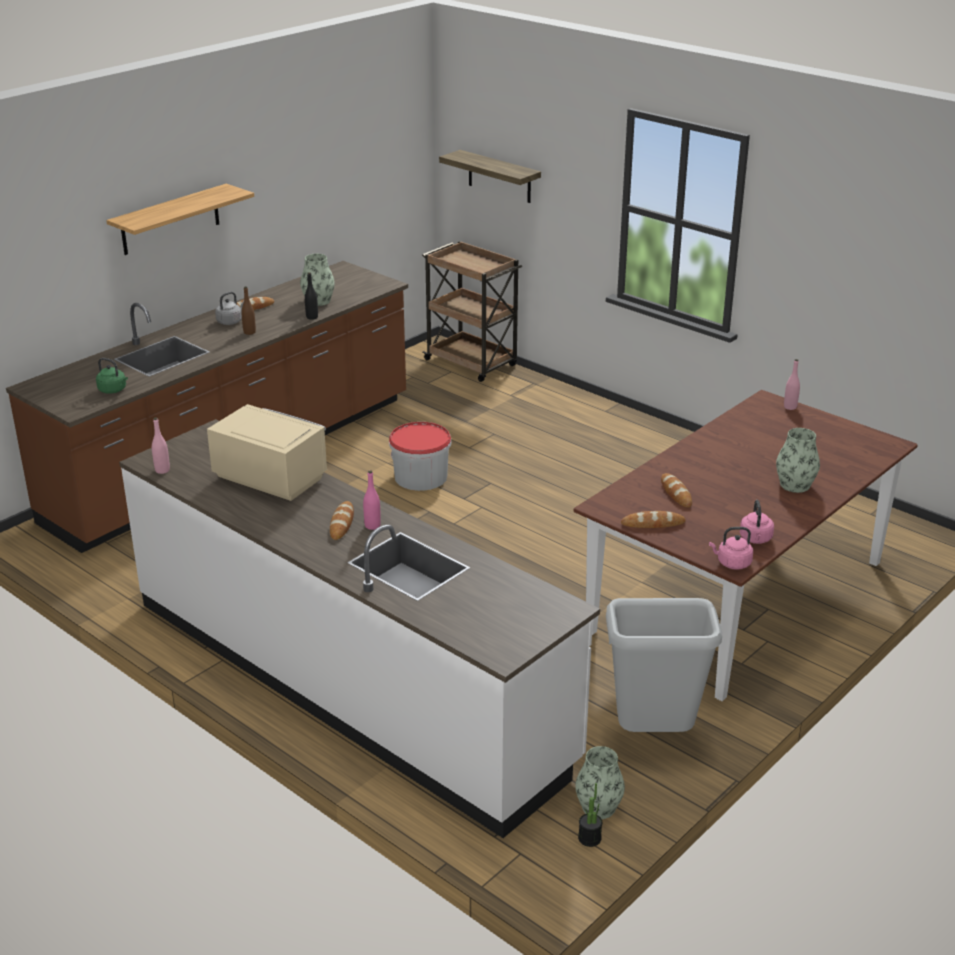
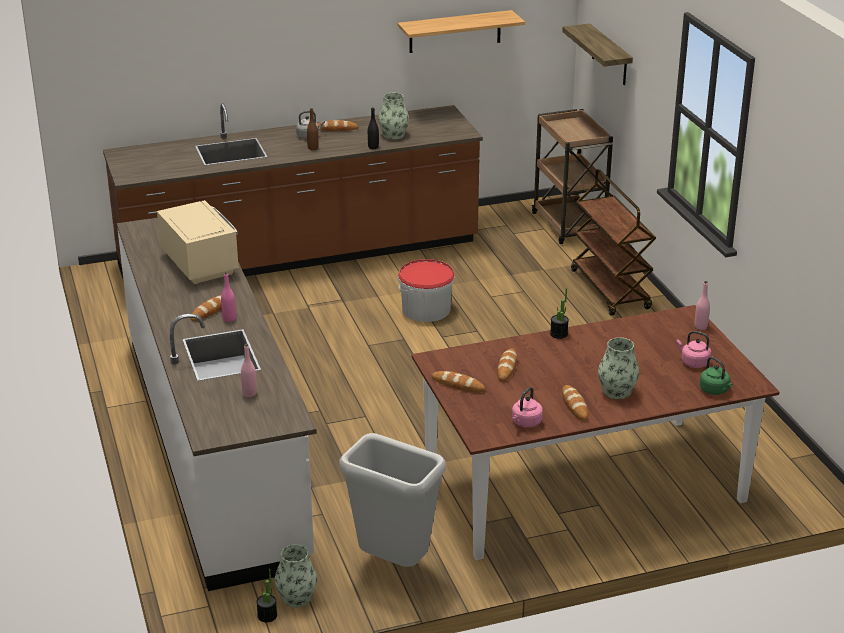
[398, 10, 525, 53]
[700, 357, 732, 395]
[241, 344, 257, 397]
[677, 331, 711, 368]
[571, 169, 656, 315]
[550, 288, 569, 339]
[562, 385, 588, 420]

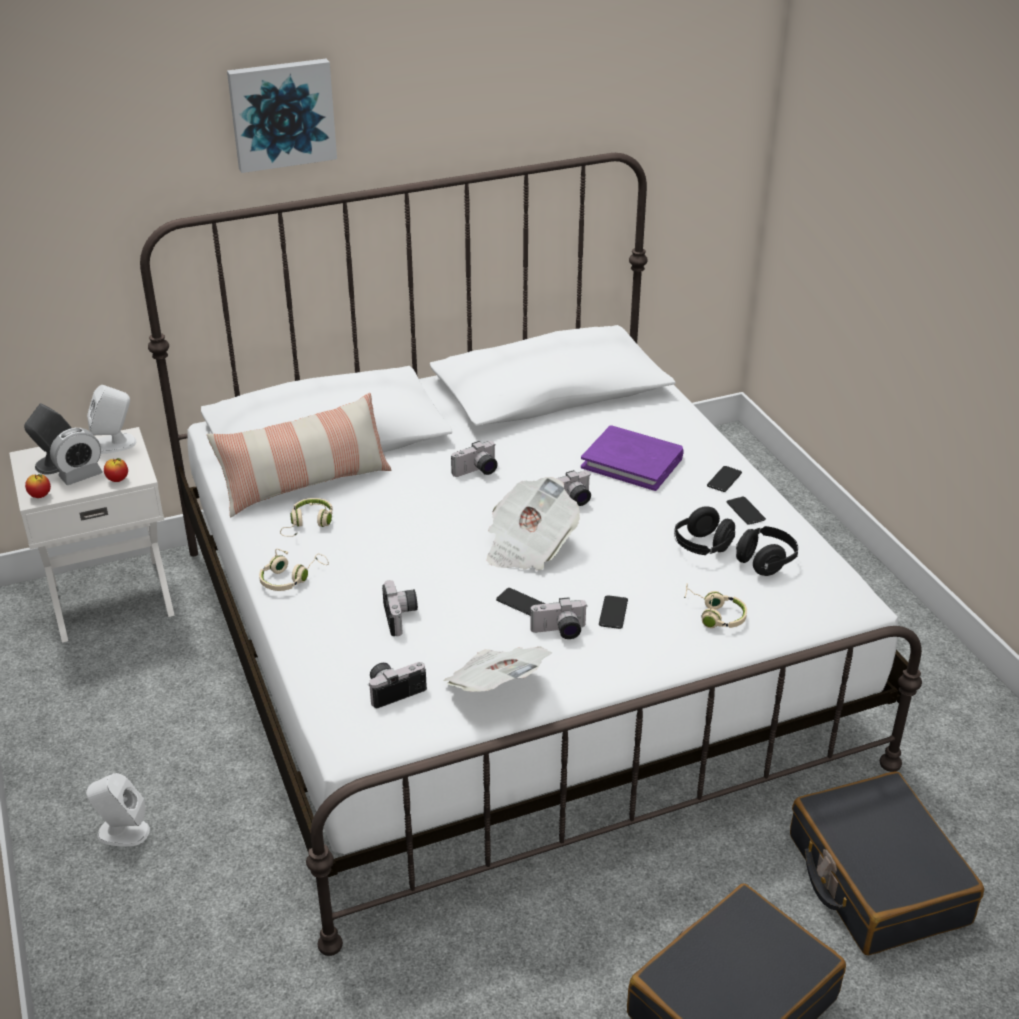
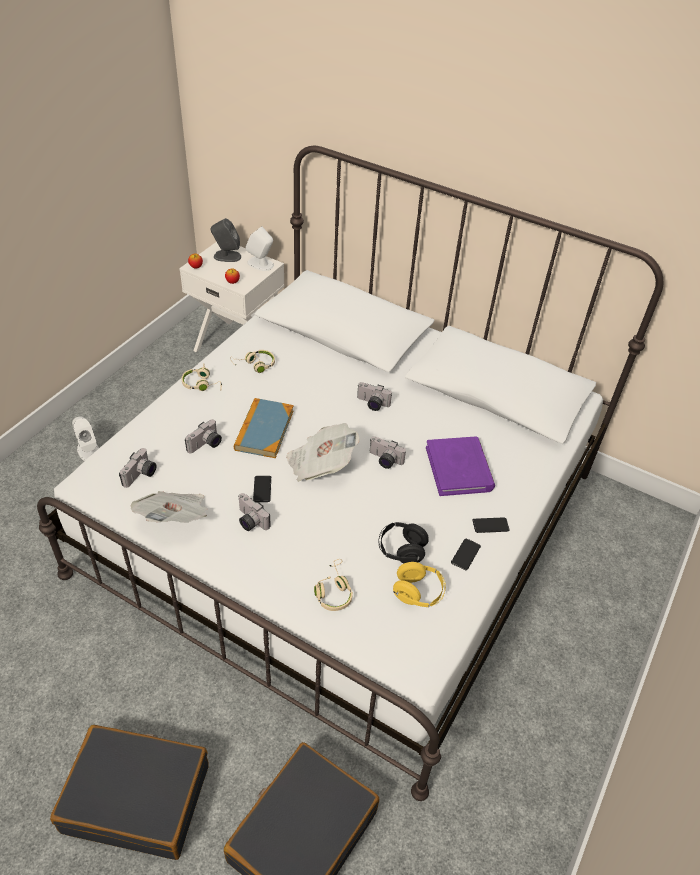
[227, 59, 337, 173] (first image)
[207, 393, 391, 517] (first image)
[50, 428, 103, 485] (first image)
[393, 562, 446, 607]
[599, 595, 628, 629] (first image)
[119, 448, 156, 488]
[234, 398, 294, 458]

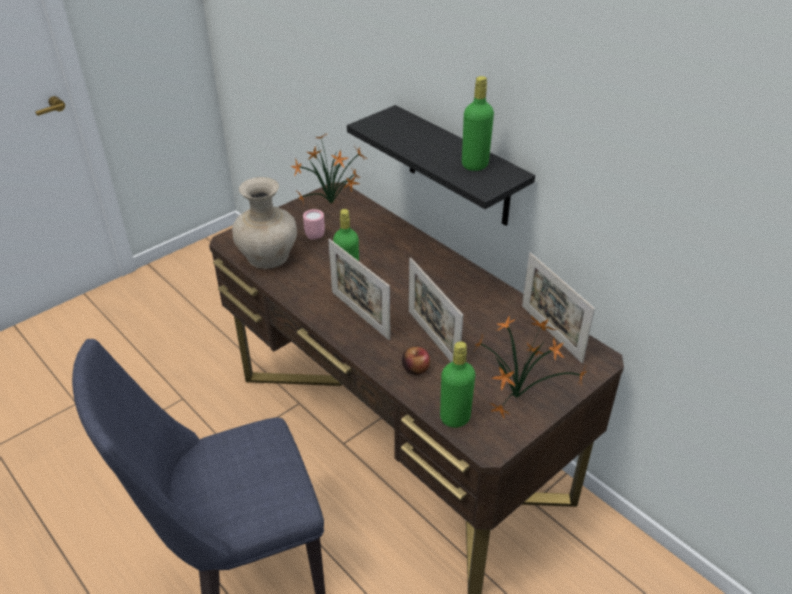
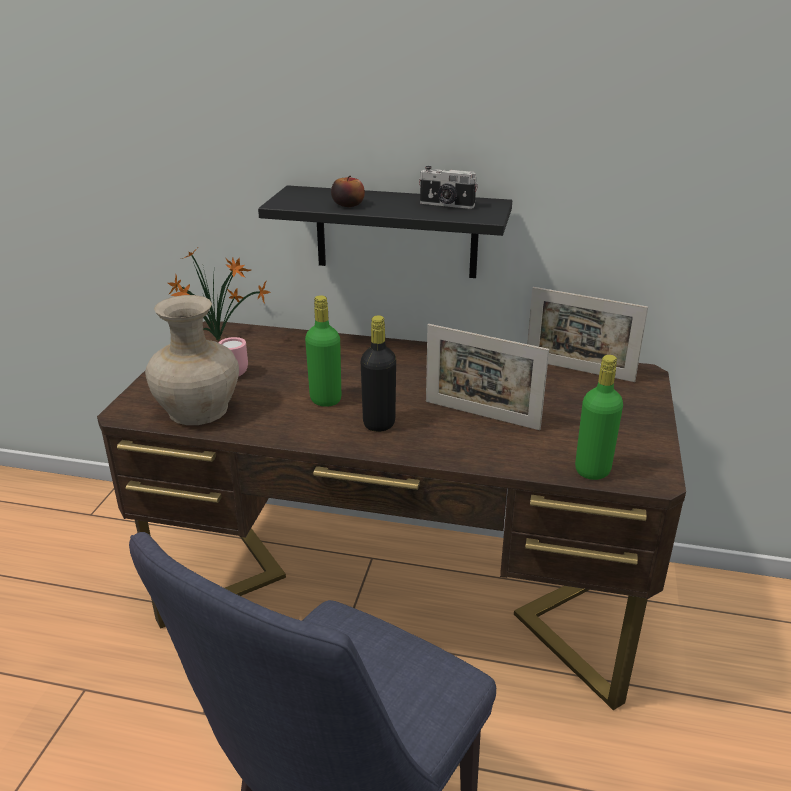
[419, 166, 478, 209]
[361, 315, 396, 432]
[472, 315, 587, 418] (first image)
[331, 176, 365, 207]

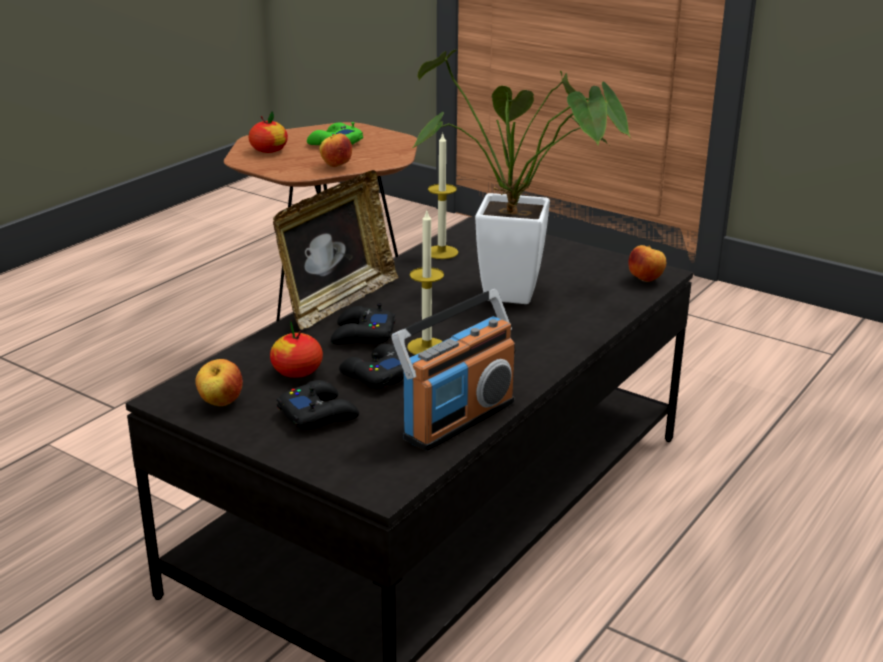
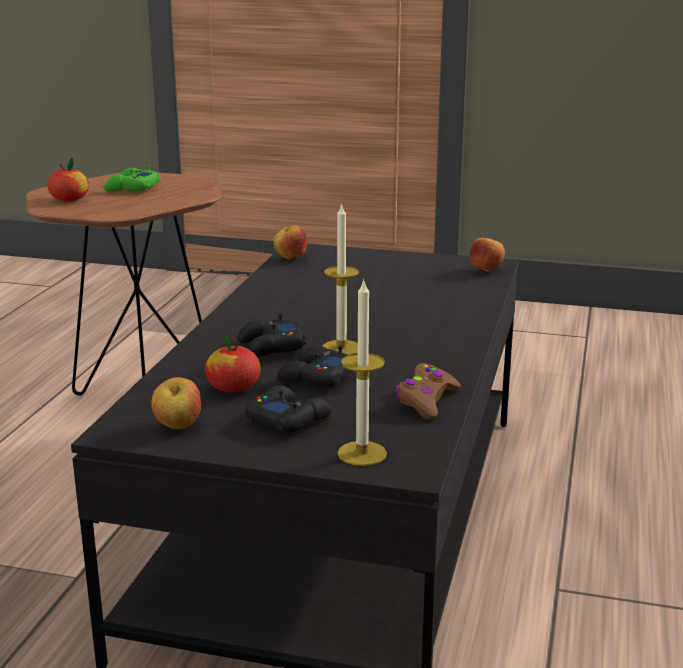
[411, 50, 631, 304] (first image)
[337, 278, 387, 466]
[274, 225, 307, 259]
[273, 170, 398, 330] (first image)
[396, 363, 461, 420]

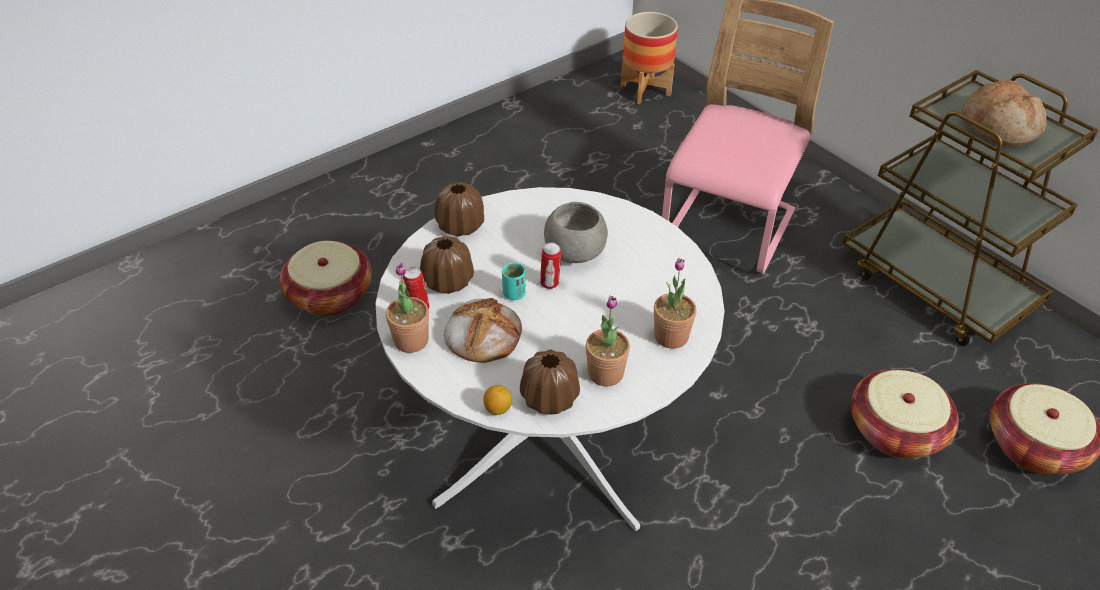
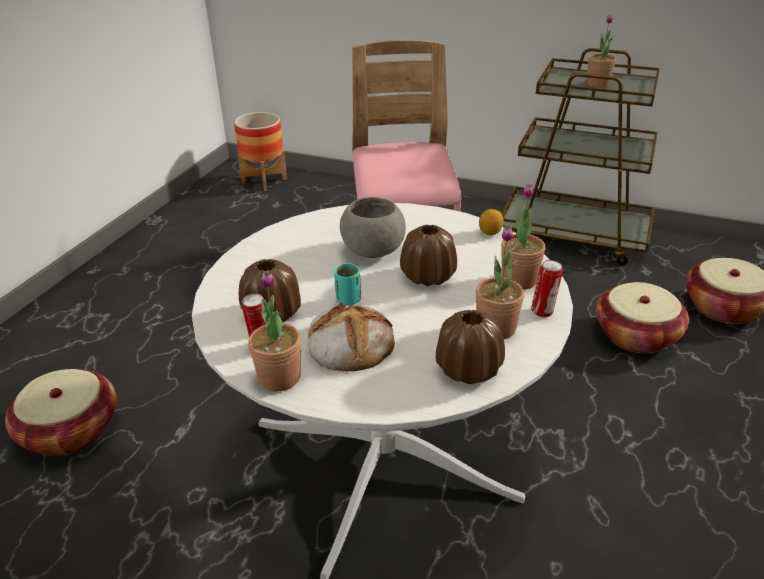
[587, 14, 616, 88]
[400, 225, 457, 287]
[531, 260, 563, 318]
[479, 209, 504, 235]

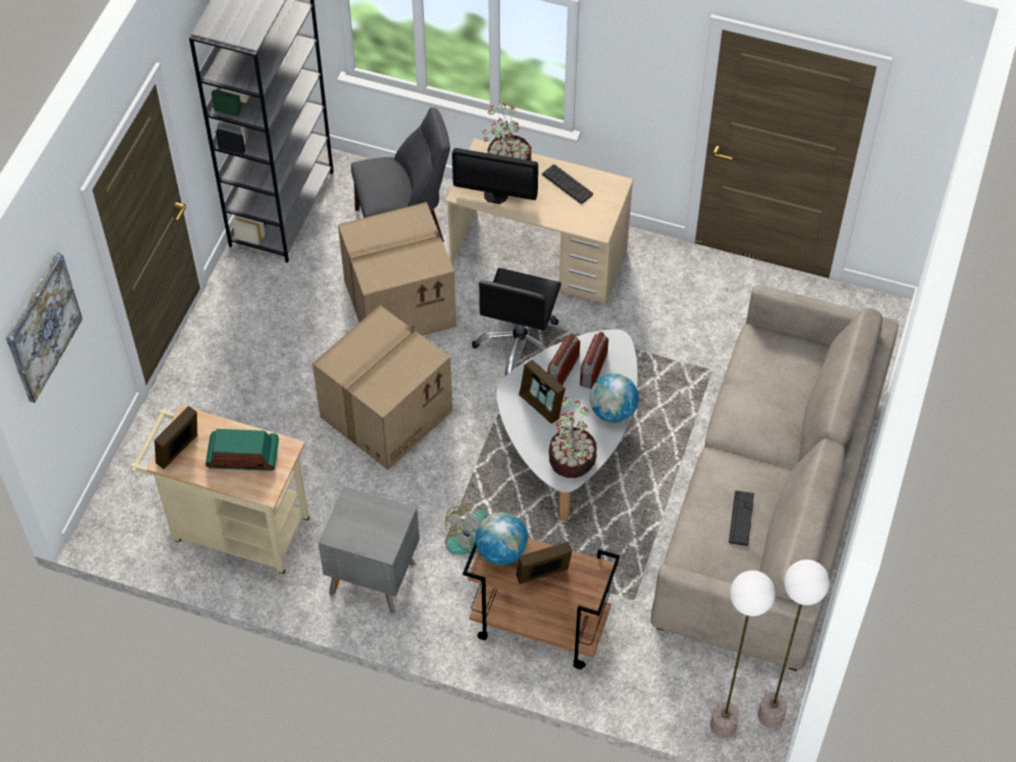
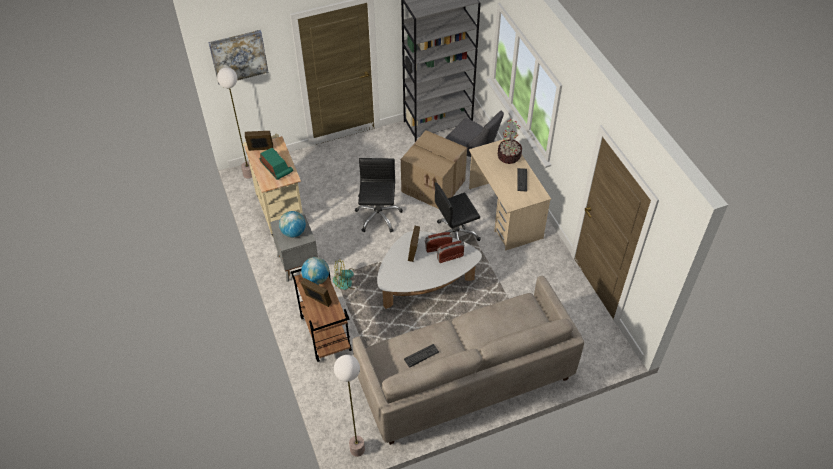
[452, 148, 538, 204] (first image)
[355, 158, 403, 232]
[279, 211, 306, 237]
[549, 397, 597, 478] (first image)
[217, 67, 252, 179]

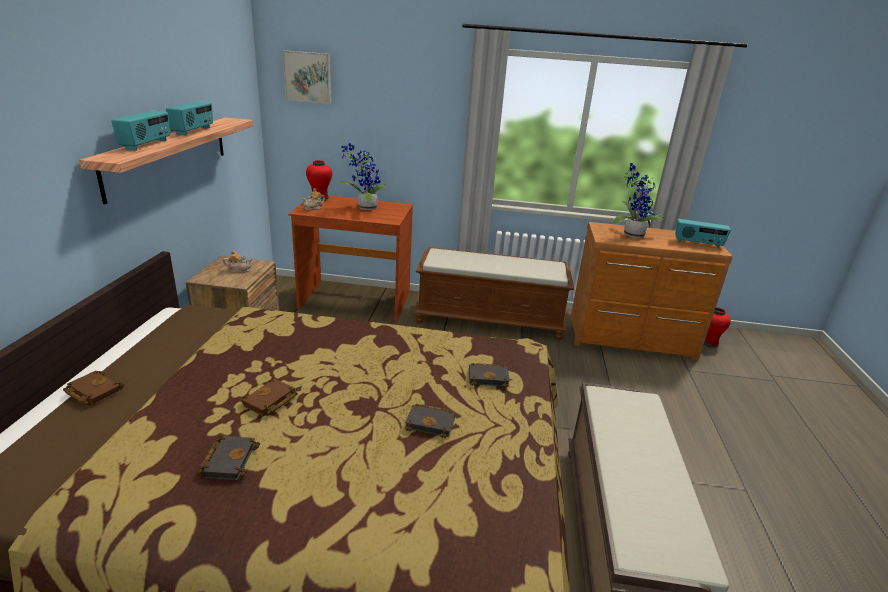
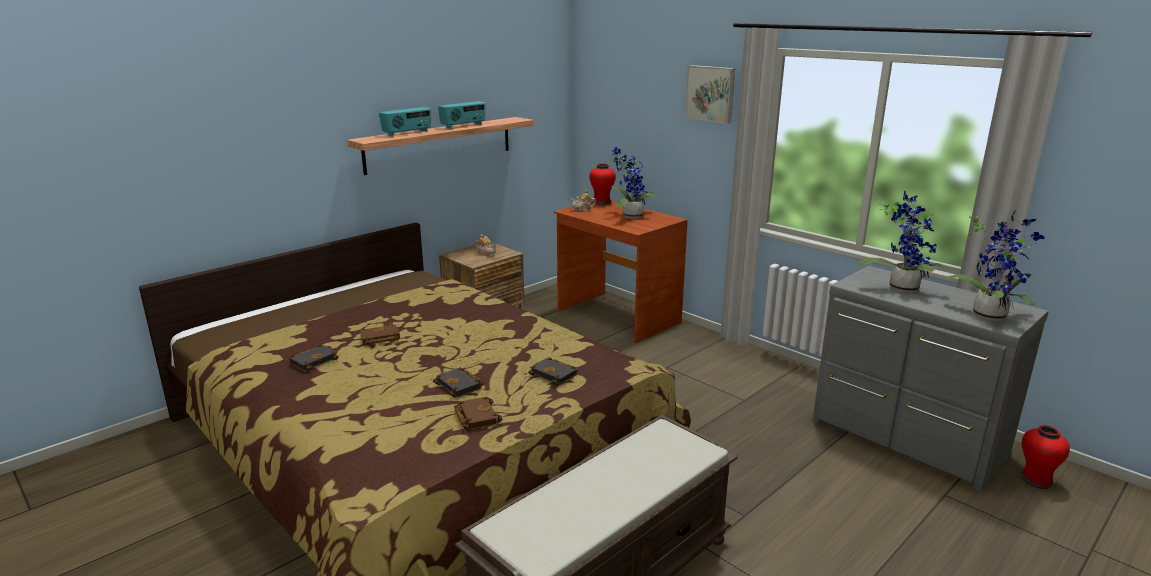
[685, 65, 735, 124]
[943, 211, 1045, 321]
[812, 266, 1049, 492]
[414, 247, 574, 340] (first image)
[454, 397, 503, 430]

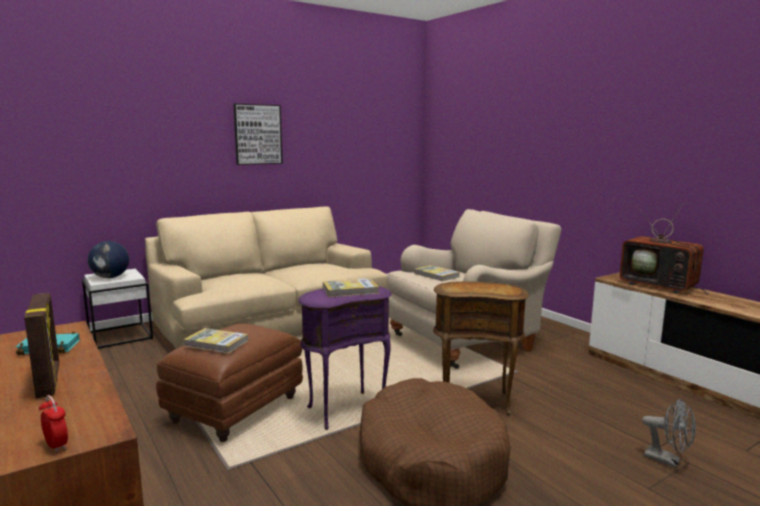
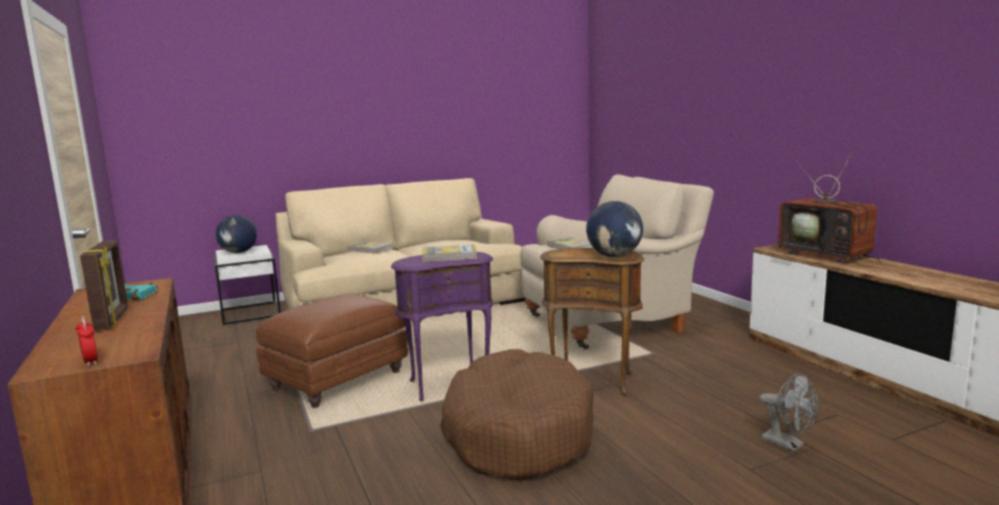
[234, 104, 283, 165] (first image)
[347, 241, 393, 254]
[586, 201, 643, 257]

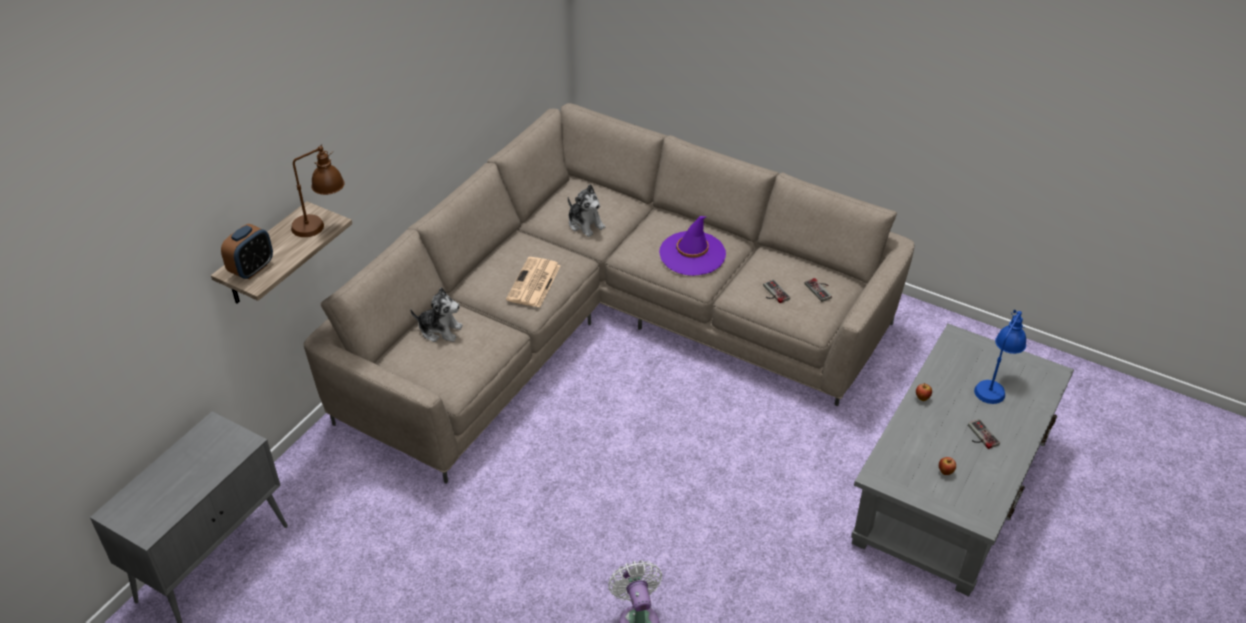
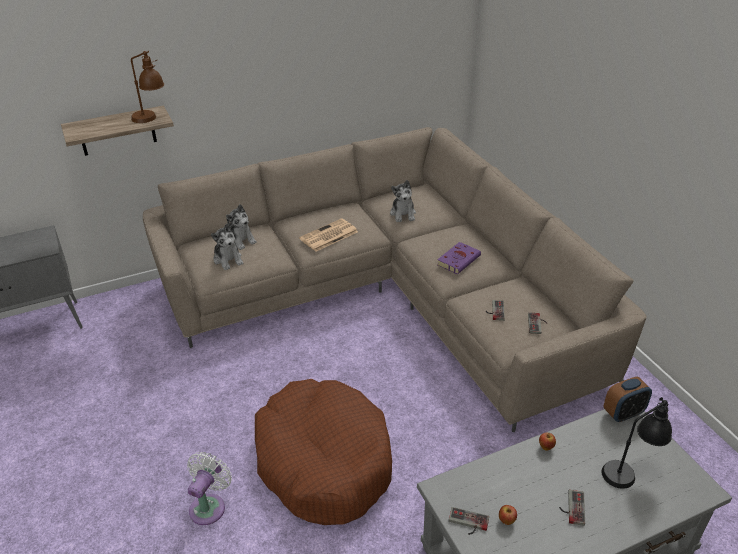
[437, 242, 481, 274]
[604, 377, 652, 422]
[601, 397, 672, 489]
[211, 223, 244, 270]
[255, 379, 392, 525]
[449, 507, 489, 535]

